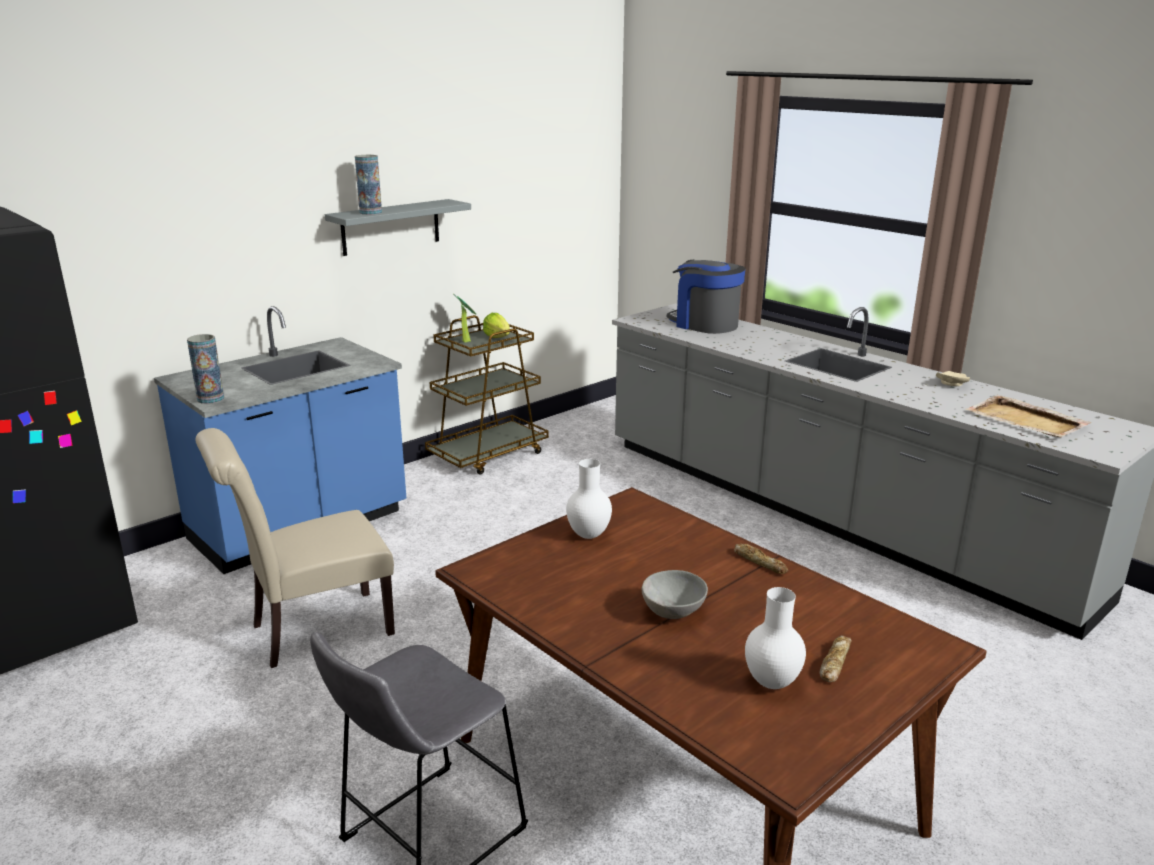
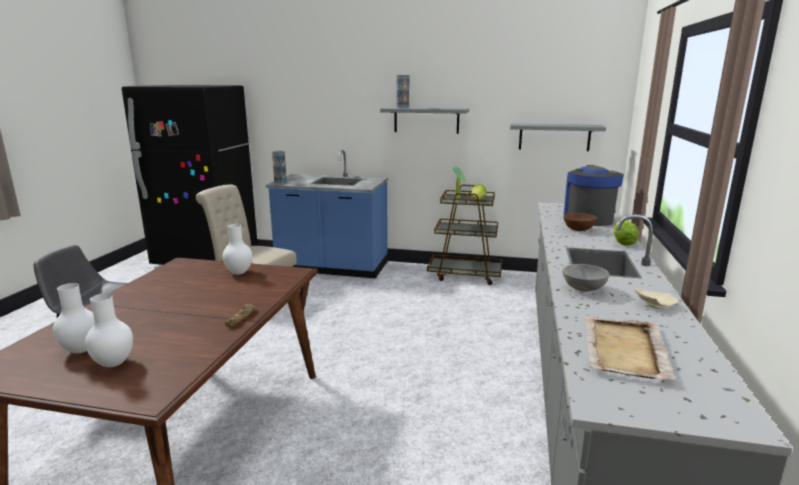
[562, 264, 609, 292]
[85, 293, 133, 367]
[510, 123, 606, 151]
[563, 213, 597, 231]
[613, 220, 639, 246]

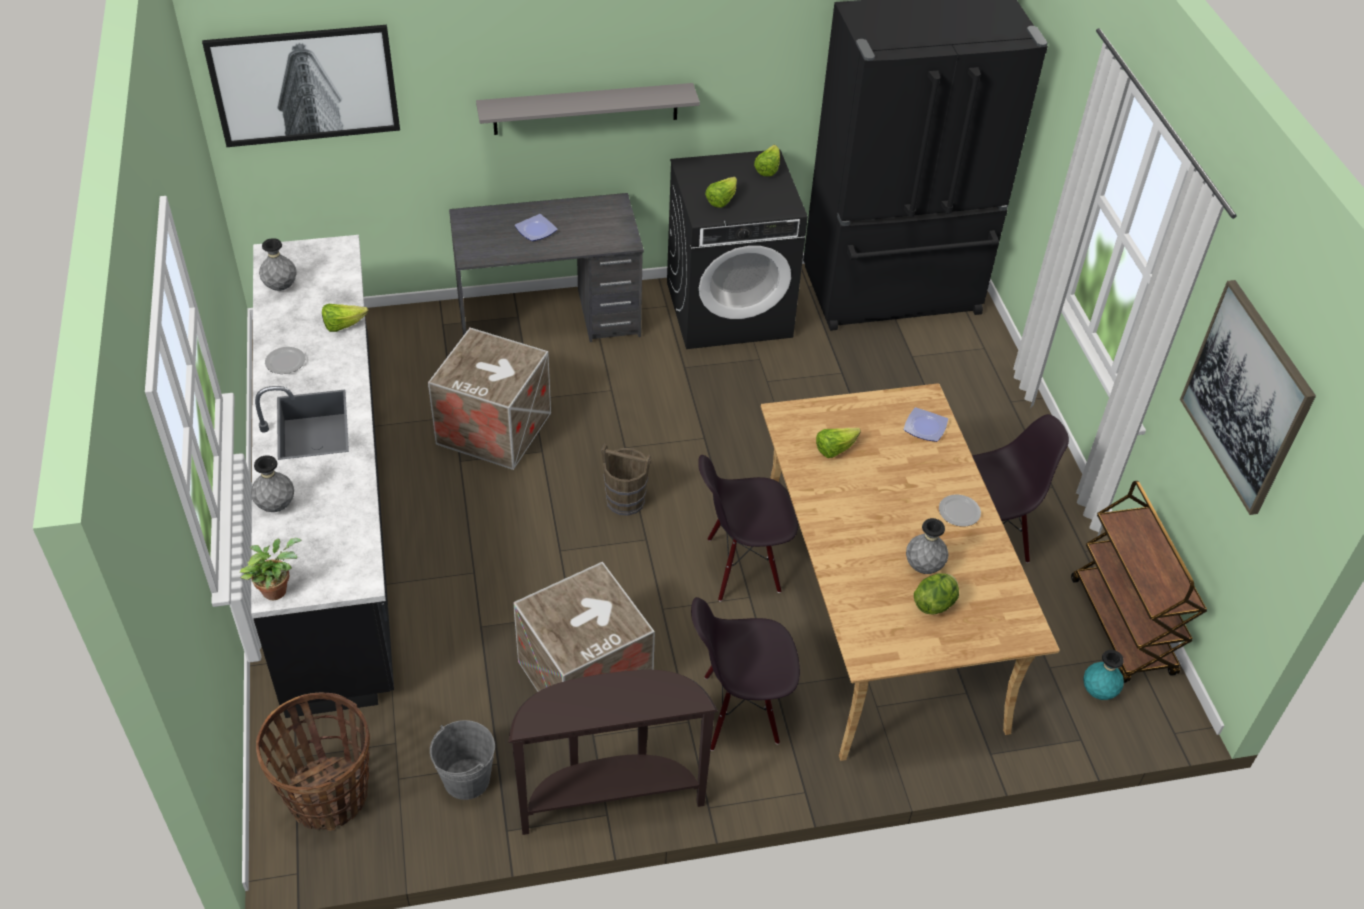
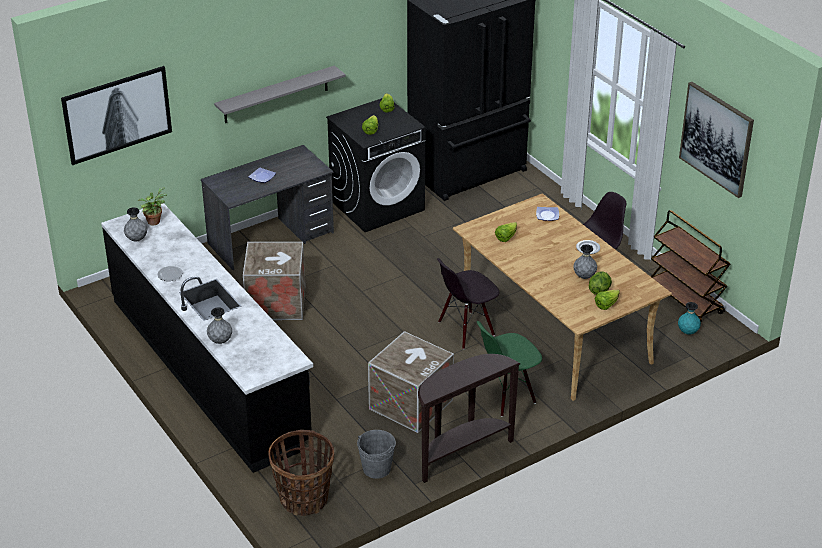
[595, 289, 620, 310]
[601, 444, 651, 516] (first image)
[138, 187, 167, 226]
[477, 321, 542, 417]

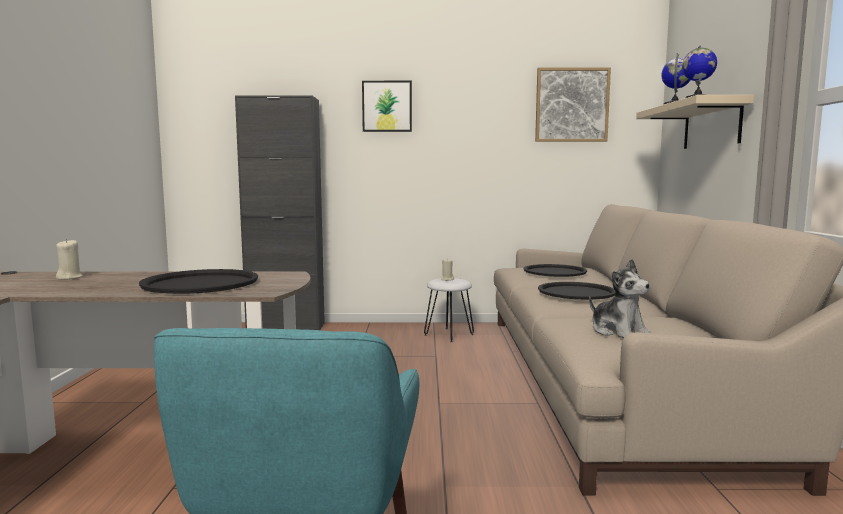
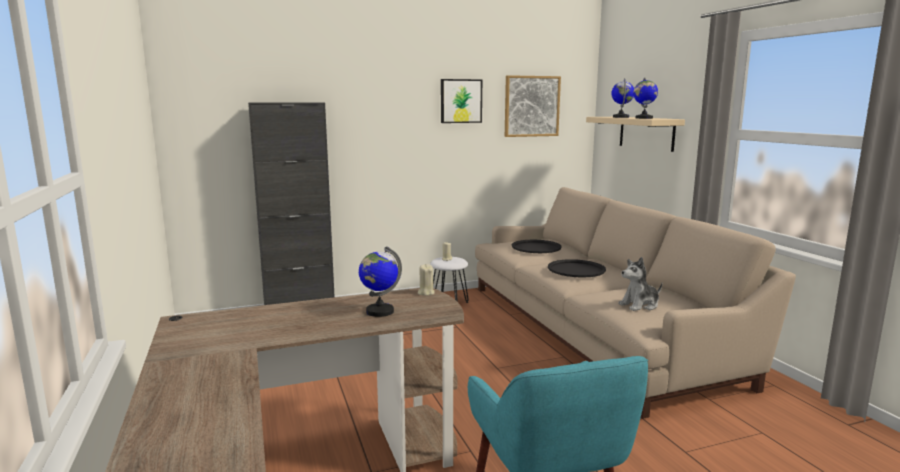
[441, 79, 482, 123]
[418, 264, 435, 296]
[618, 257, 662, 311]
[359, 246, 402, 317]

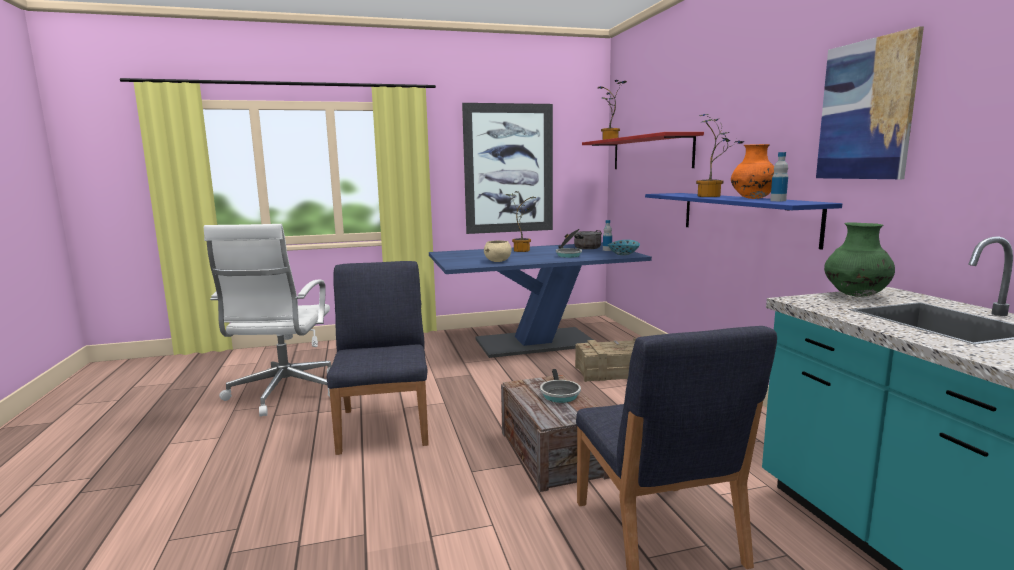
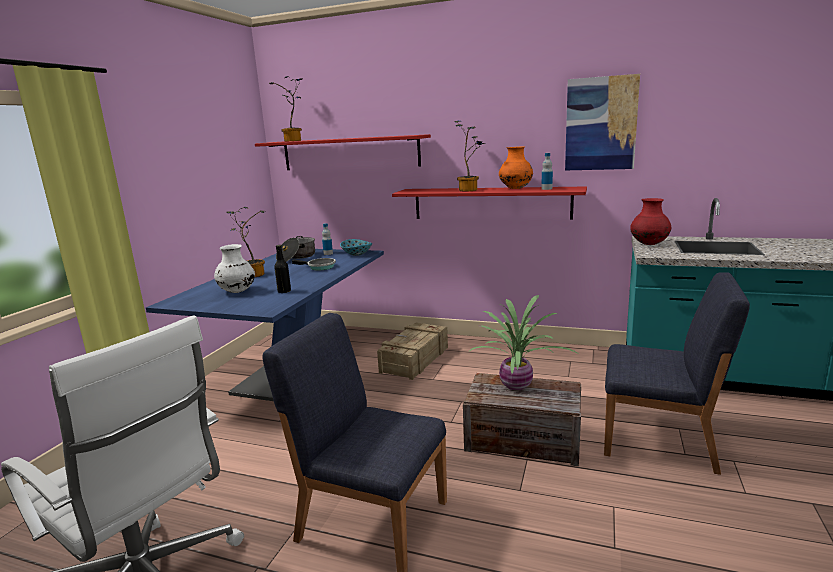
[462, 103, 553, 234] (first image)
[392, 186, 587, 220]
[630, 198, 671, 245]
[274, 245, 291, 293]
[470, 295, 580, 390]
[214, 244, 255, 293]

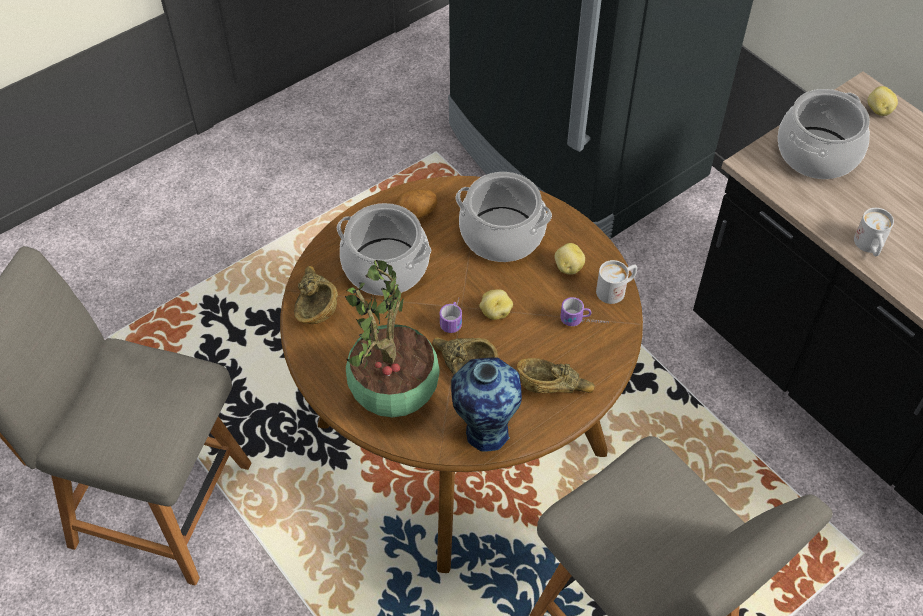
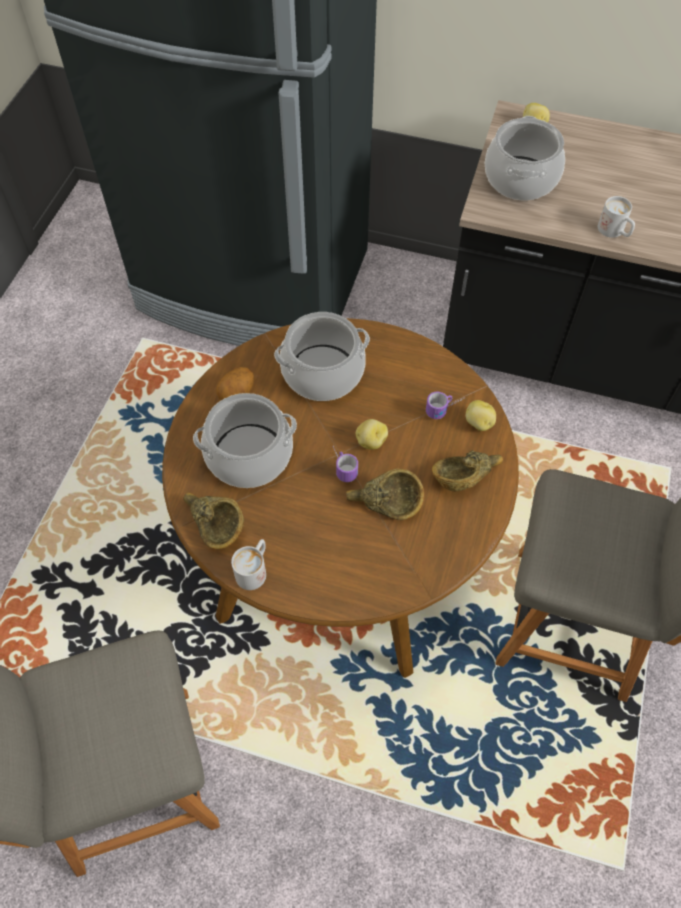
[466, 400, 496, 431]
[345, 260, 440, 417] (first image)
[231, 539, 266, 590]
[451, 357, 522, 452] (first image)

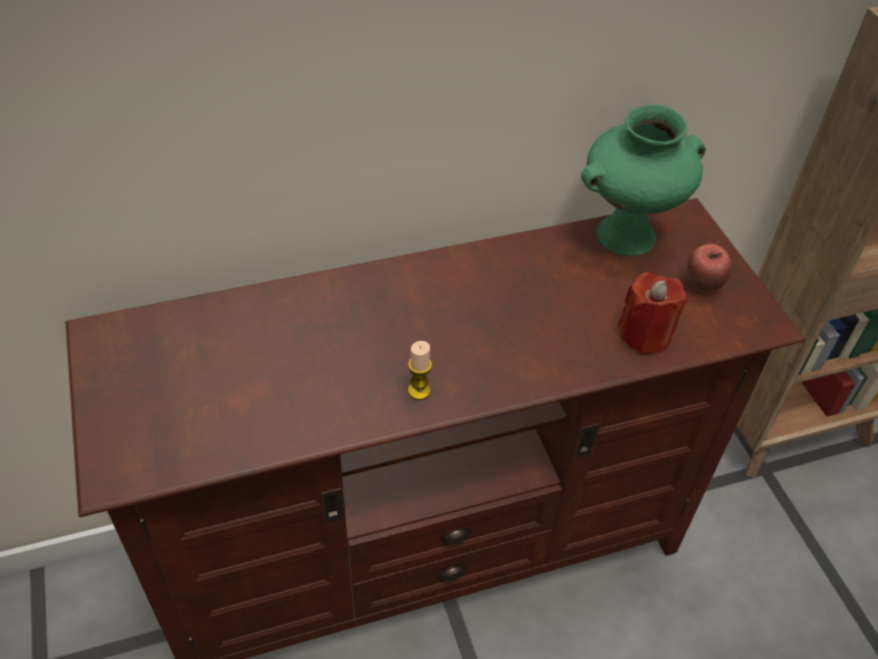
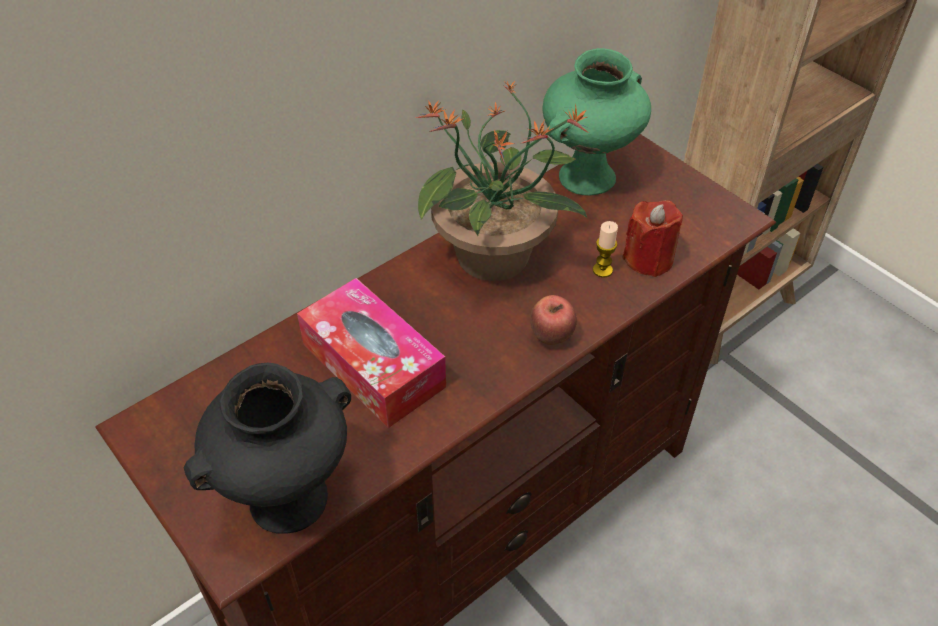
[530, 295, 577, 345]
[593, 221, 618, 278]
[416, 80, 589, 281]
[297, 278, 446, 428]
[184, 363, 351, 534]

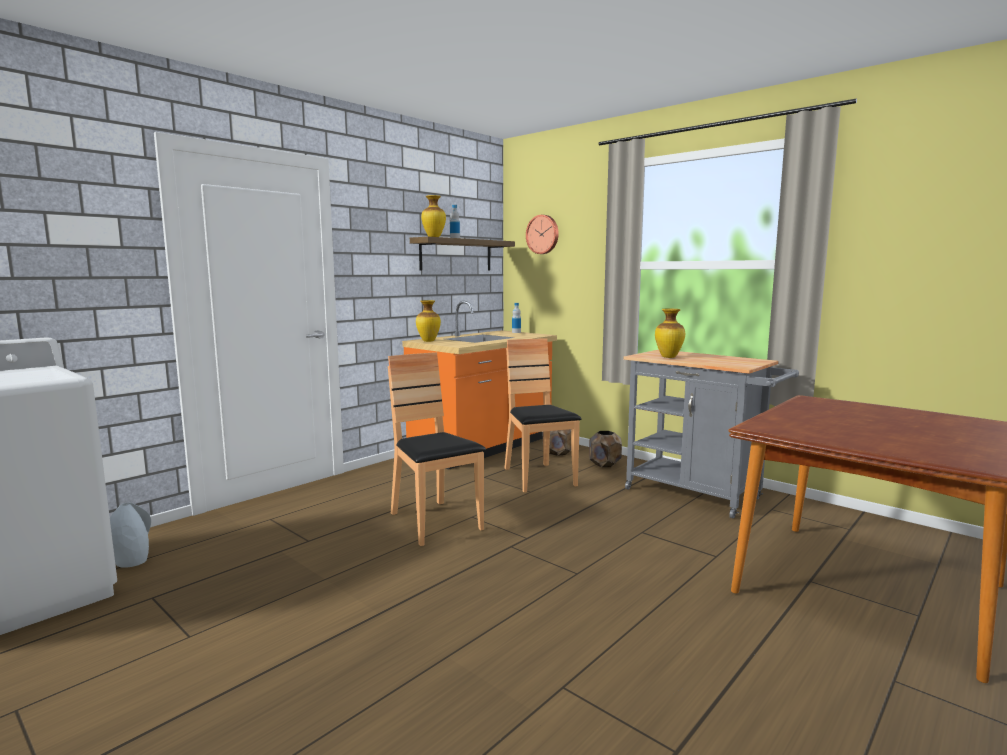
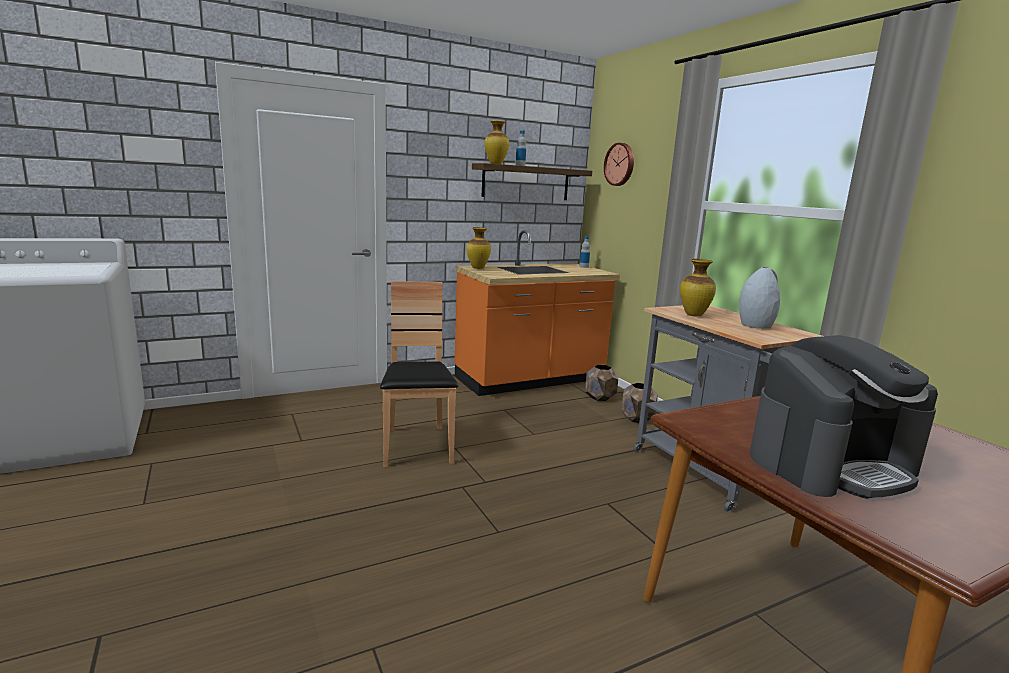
[504, 338, 582, 493] (first image)
[739, 267, 780, 329]
[750, 335, 938, 499]

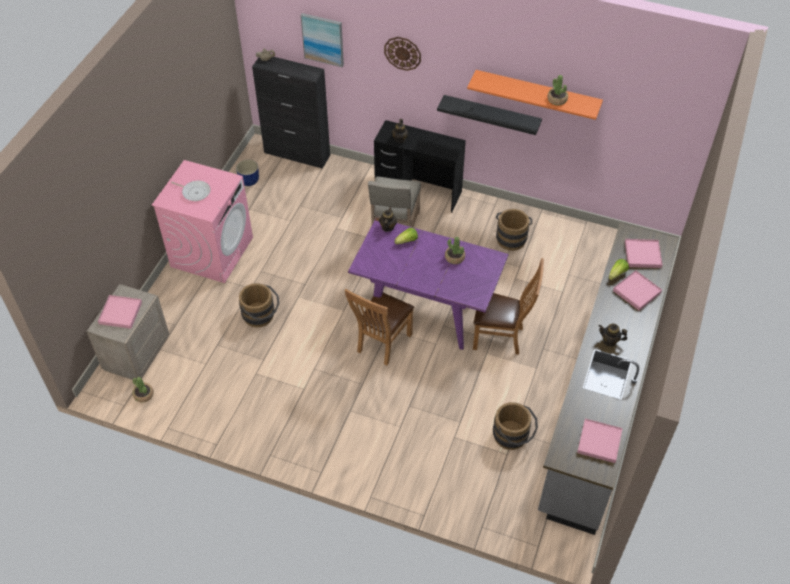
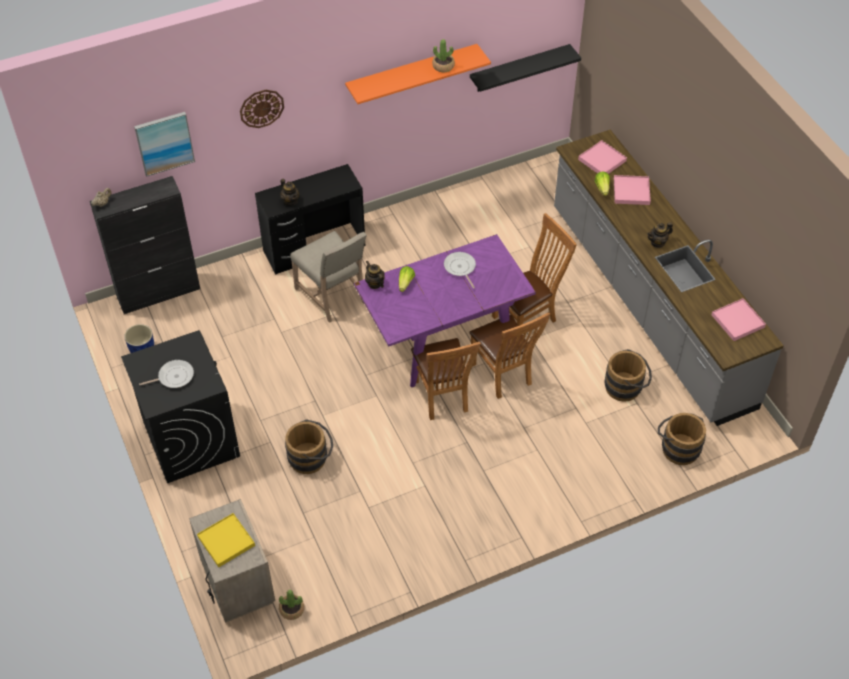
[470, 44, 581, 92]
[121, 330, 240, 483]
[658, 413, 706, 465]
[444, 252, 476, 289]
[197, 513, 255, 567]
[469, 312, 550, 399]

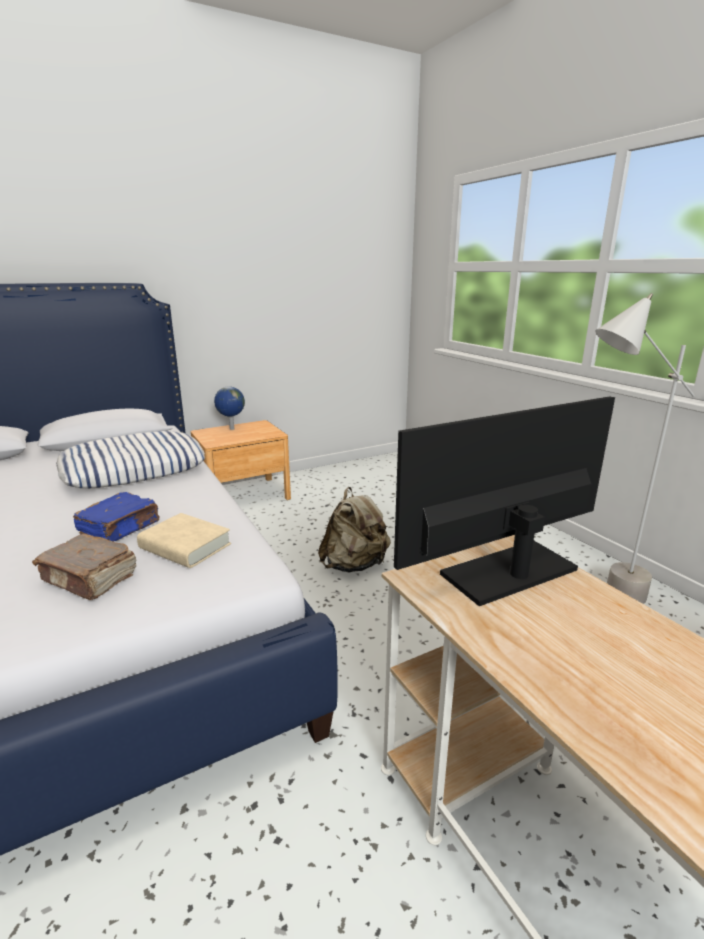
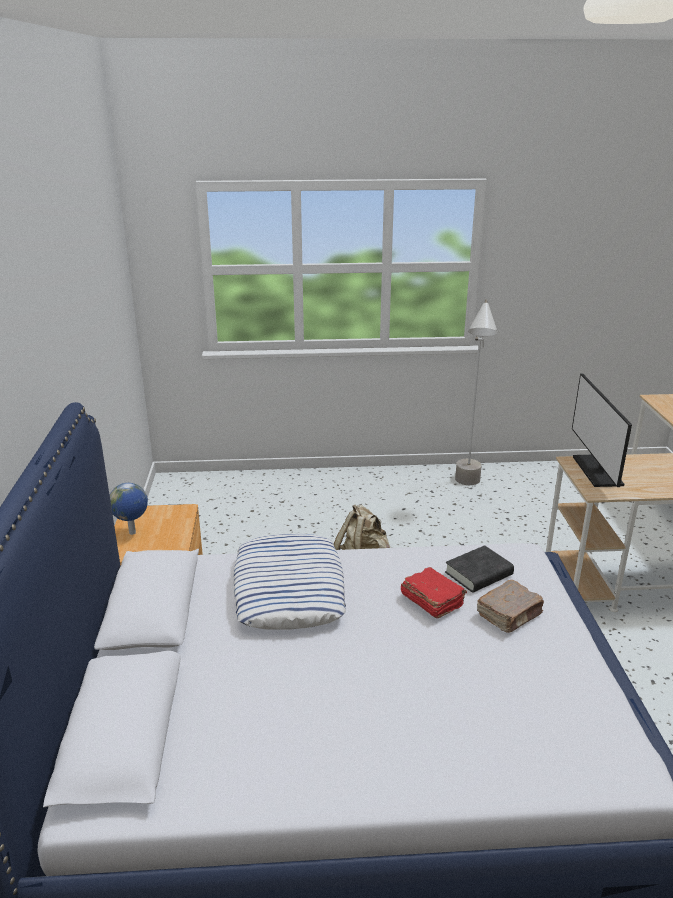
[401, 567, 467, 618]
[445, 545, 514, 593]

